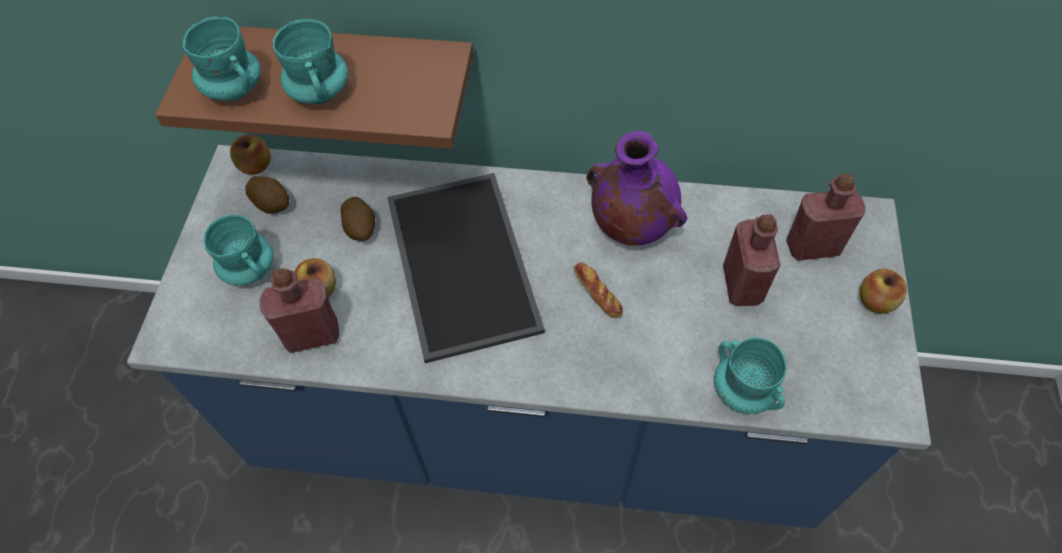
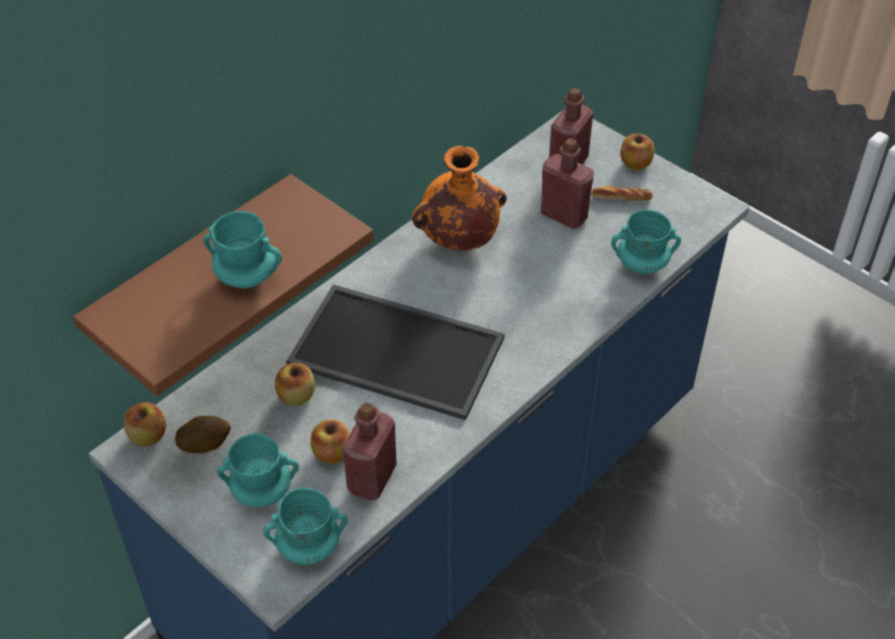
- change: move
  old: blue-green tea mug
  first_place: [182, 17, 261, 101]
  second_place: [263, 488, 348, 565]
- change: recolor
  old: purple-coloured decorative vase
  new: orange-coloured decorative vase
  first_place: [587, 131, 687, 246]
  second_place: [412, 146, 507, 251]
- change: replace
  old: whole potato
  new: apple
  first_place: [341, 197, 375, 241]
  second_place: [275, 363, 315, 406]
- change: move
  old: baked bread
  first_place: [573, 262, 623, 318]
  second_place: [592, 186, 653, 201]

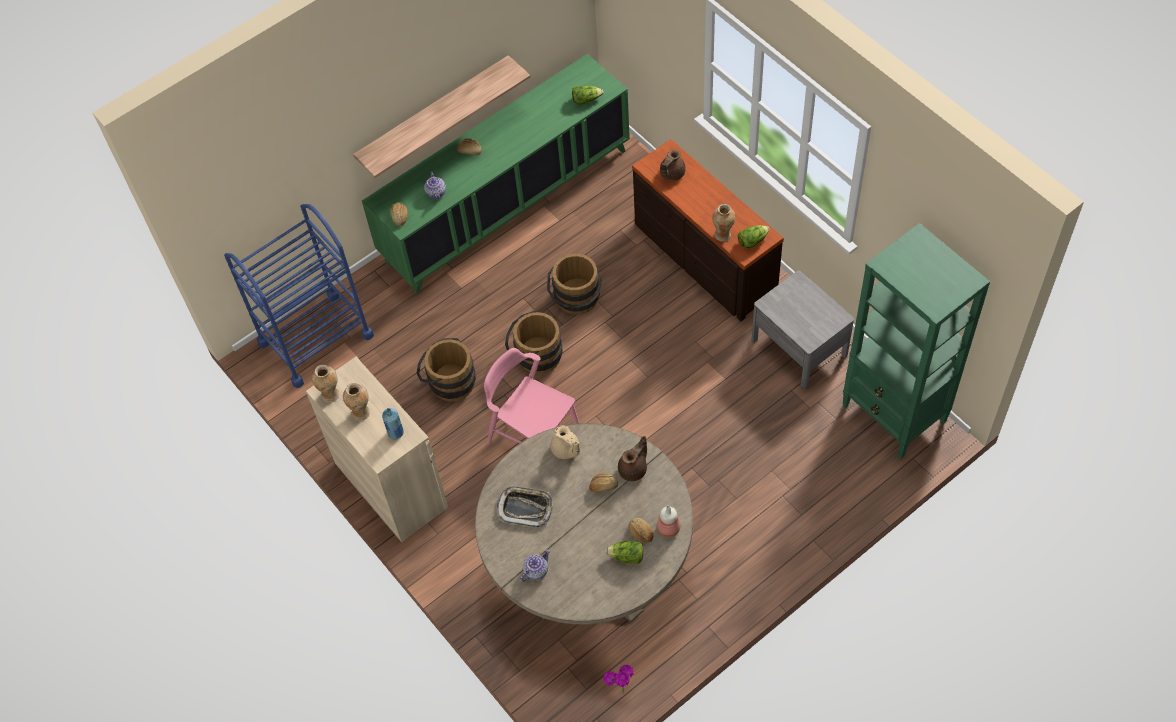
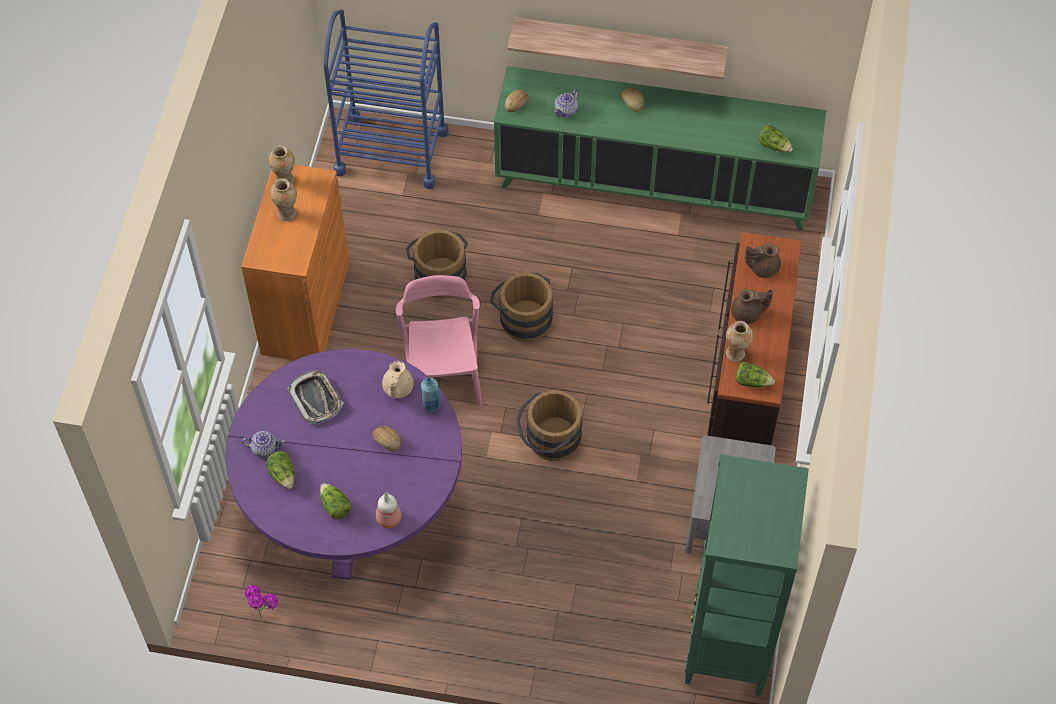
- change: move
  old: brownish water bucket
  first_place: [547, 254, 602, 315]
  second_place: [516, 390, 583, 461]
- change: recolor
  old: beige-coloured cupboard
  new: orange-coloured cupboard
  first_place: [306, 357, 449, 542]
  second_place: [241, 165, 349, 360]
- change: move
  old: bluish bottle
  first_place: [382, 408, 404, 439]
  second_place: [421, 377, 440, 412]
- change: recolor
  old: beige-coloured dining table
  new: purple-coloured dining table
  first_place: [475, 423, 693, 625]
  second_place: [226, 349, 462, 580]
- change: move
  old: brownish tea pot
  first_place: [618, 436, 647, 481]
  second_place: [731, 289, 773, 324]
- change: delete
  old: baked bread
  first_place: [628, 518, 653, 543]
- change: insert
  new: head of lettuce
  second_place: [266, 451, 294, 489]

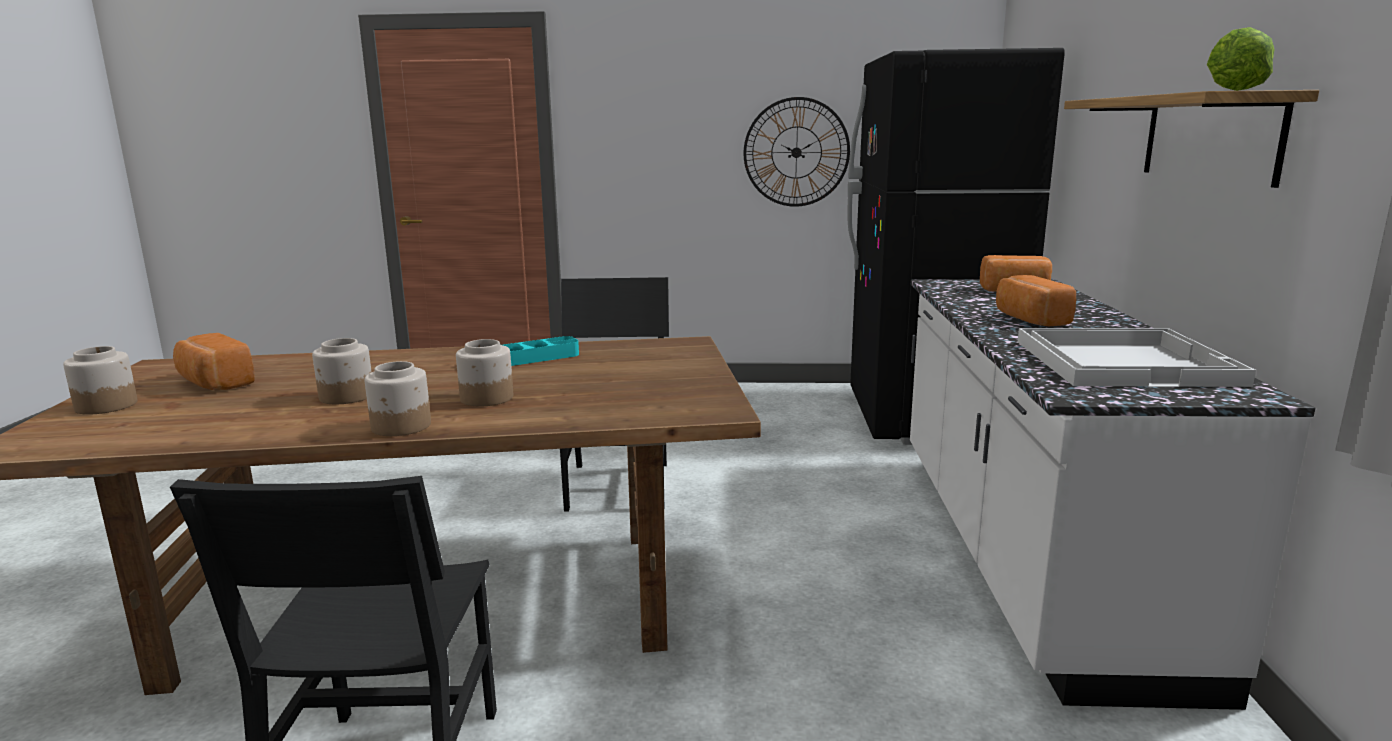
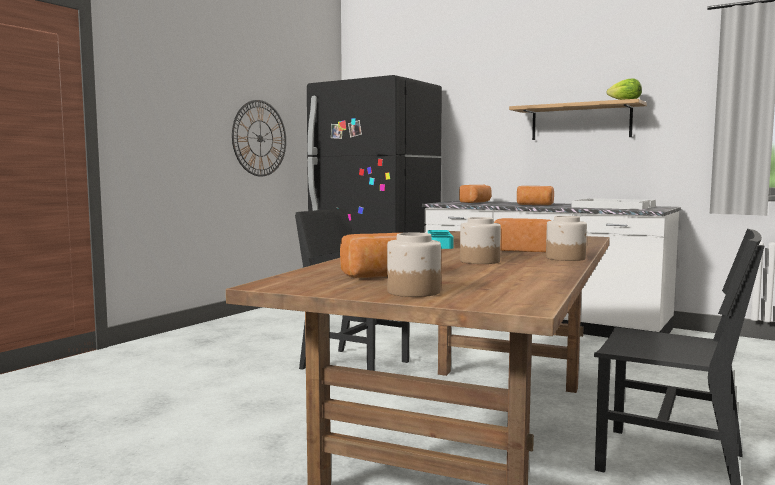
- change: replace
  old: storage jar
  new: baked bread
  first_place: [456, 339, 513, 406]
  second_place: [494, 218, 552, 252]

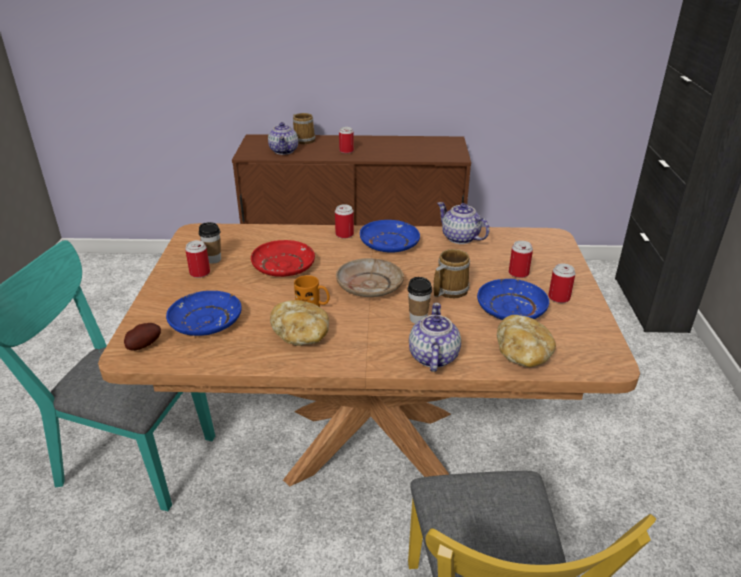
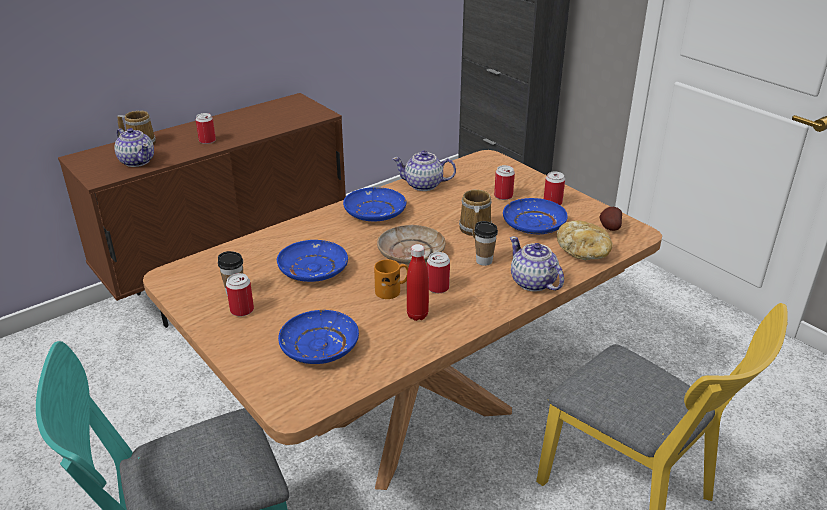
- change: move
  old: metal can
  first_place: [335, 204, 354, 238]
  second_place: [427, 252, 450, 293]
- change: recolor
  old: red plate
  new: bluish plate
  first_place: [251, 240, 315, 277]
  second_place: [277, 240, 348, 282]
- change: replace
  old: baked bread
  new: red bottle
  first_place: [270, 300, 329, 346]
  second_place: [407, 244, 429, 321]
- change: move
  old: whole potato
  first_place: [124, 323, 161, 351]
  second_place: [599, 207, 622, 231]

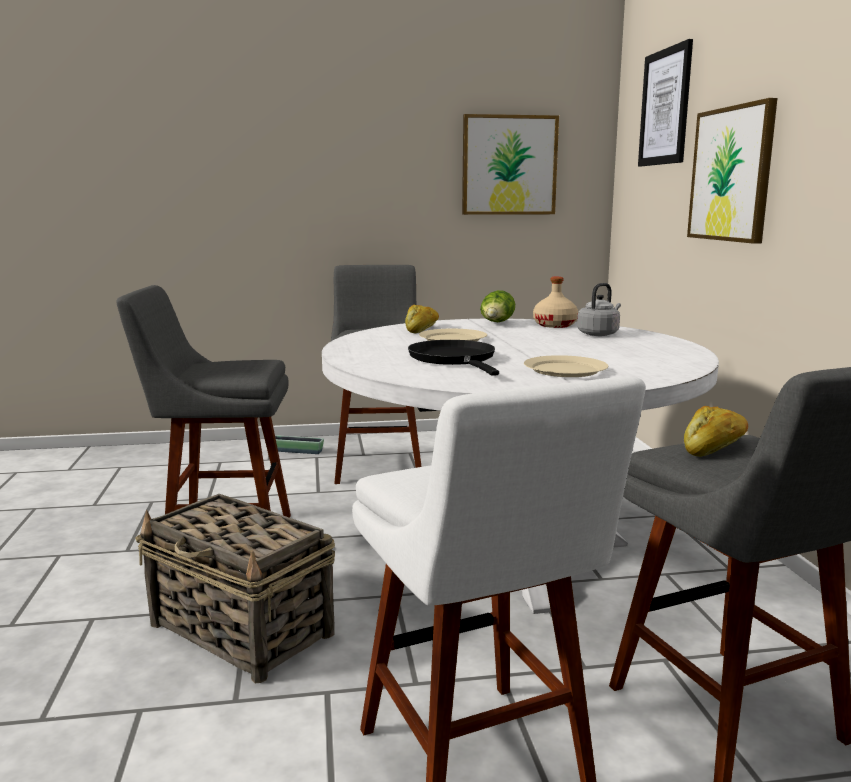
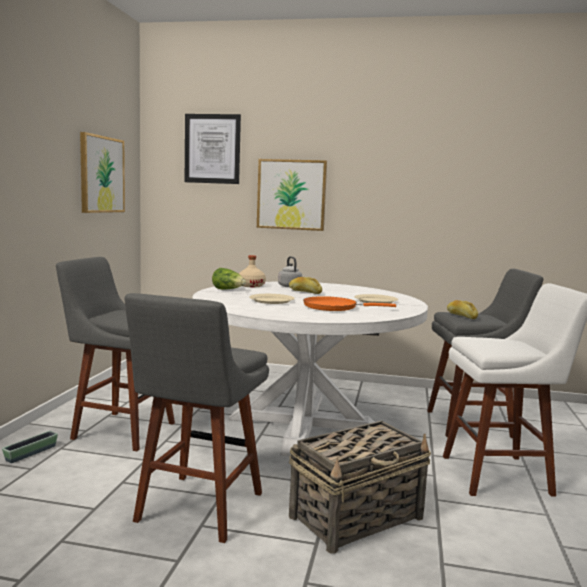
- change: move
  old: baked bread
  first_place: [405, 305, 439, 333]
  second_place: [289, 277, 322, 294]
- change: recolor
  old: black frying pan
  new: orange-coloured frying pan
  first_place: [408, 340, 499, 376]
  second_place: [303, 296, 396, 311]

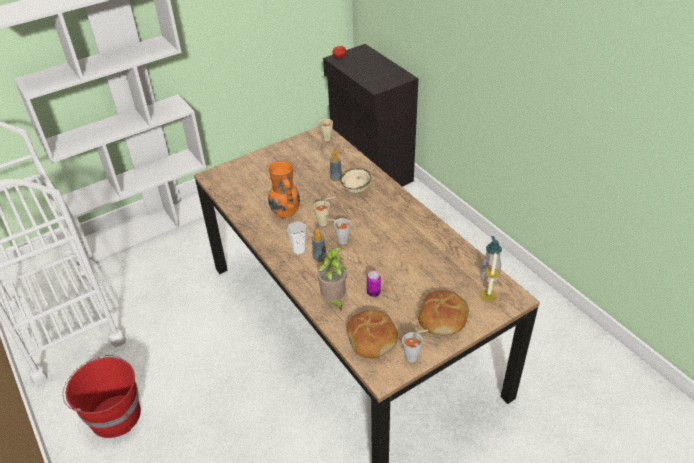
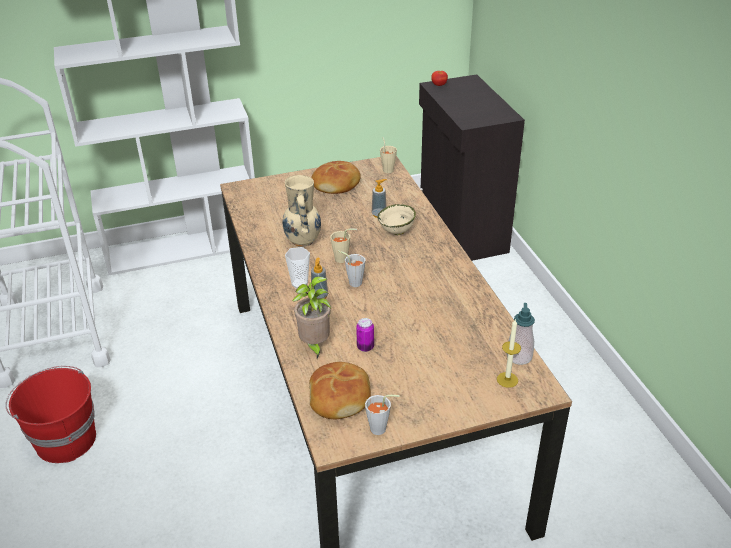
- change: recolor
  old: orange-coloured decorative vase
  new: beige-coloured decorative vase
  first_place: [268, 161, 300, 218]
  second_place: [283, 175, 321, 247]
- change: move
  old: baked bread
  first_place: [418, 291, 469, 335]
  second_place: [311, 161, 361, 194]

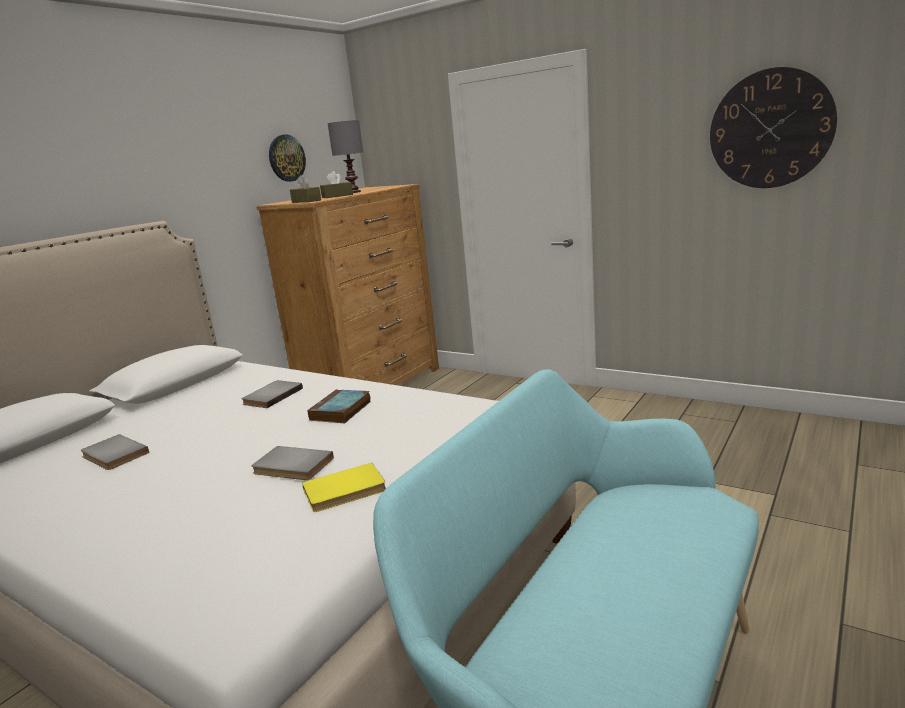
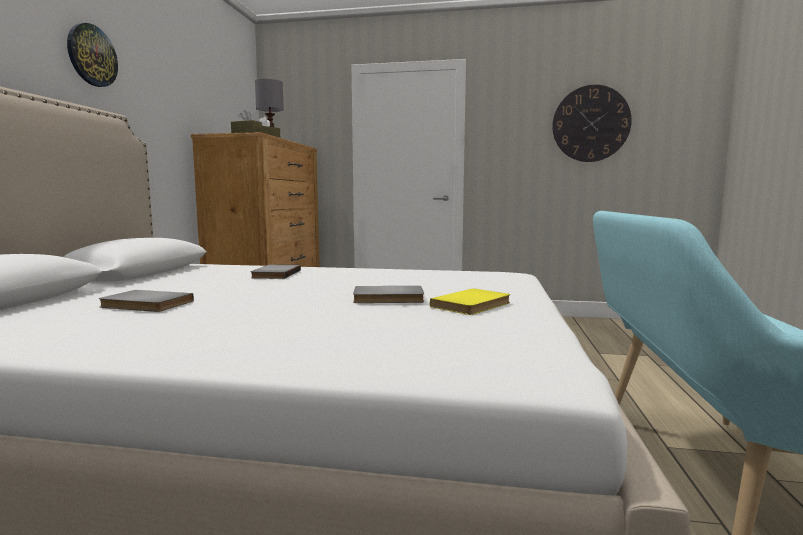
- change: move
  old: wall clock
  first_place: [269, 134, 306, 182]
  second_place: [67, 23, 118, 87]
- change: delete
  old: volume
  first_place: [307, 389, 371, 423]

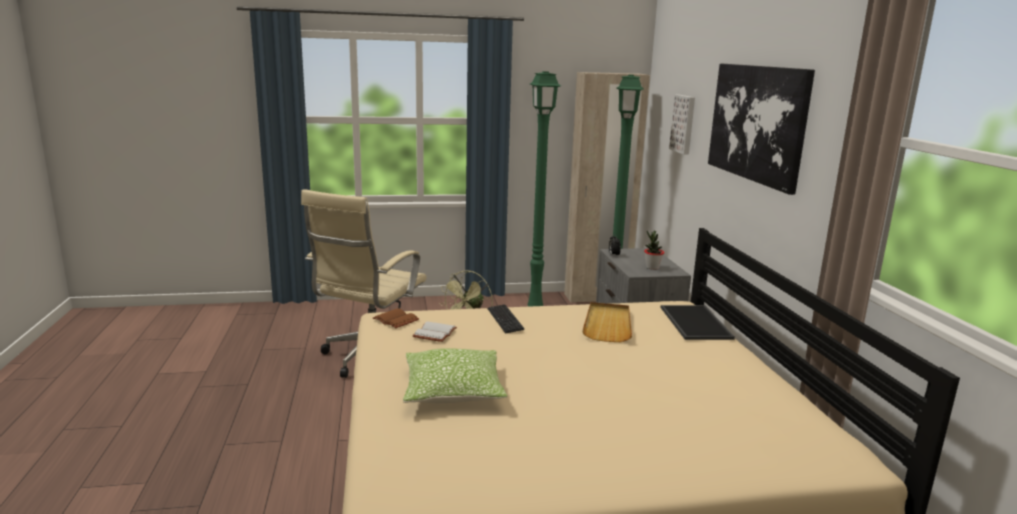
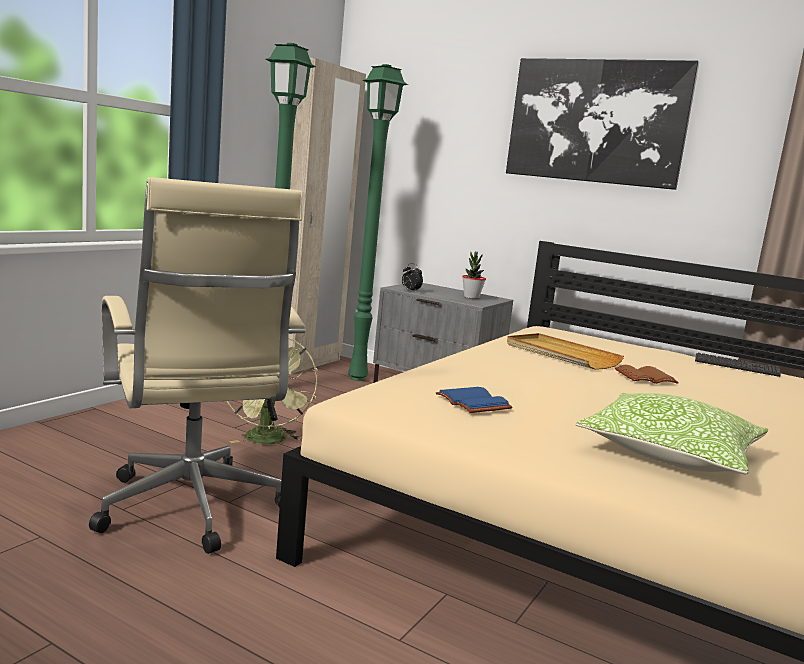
- change: delete
  old: wall picture
  first_place: [669, 95, 695, 155]
- change: move
  old: keyboard
  first_place: [488, 304, 524, 333]
  second_place: [695, 353, 781, 377]
- change: delete
  old: carrying tray
  first_place: [661, 305, 735, 340]
- change: move
  old: brownish volume
  first_place: [373, 308, 419, 328]
  second_place: [615, 365, 679, 384]
- change: recolor
  old: white-coloured volume
  new: bluish volume
  first_place: [413, 321, 457, 342]
  second_place: [436, 387, 512, 413]

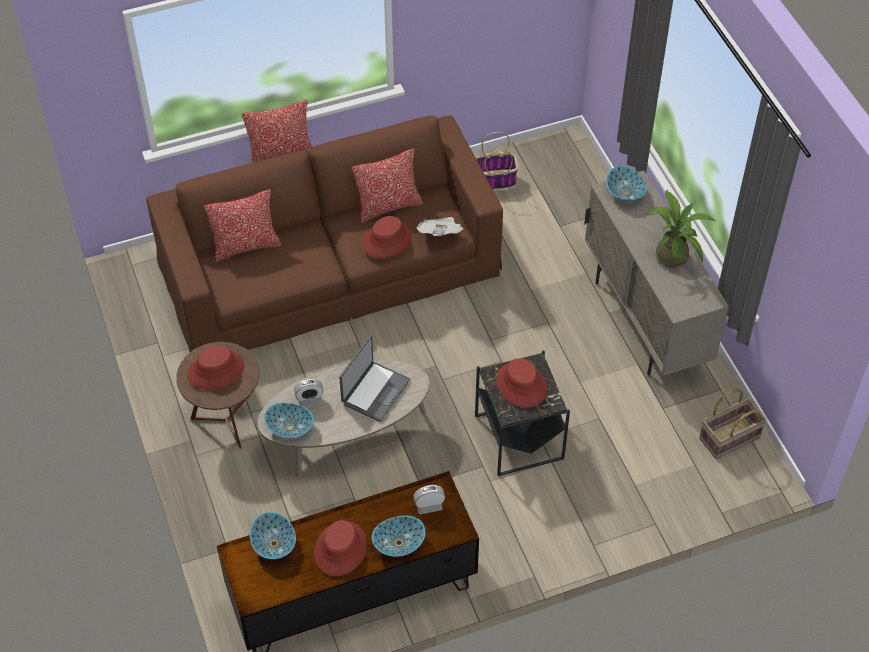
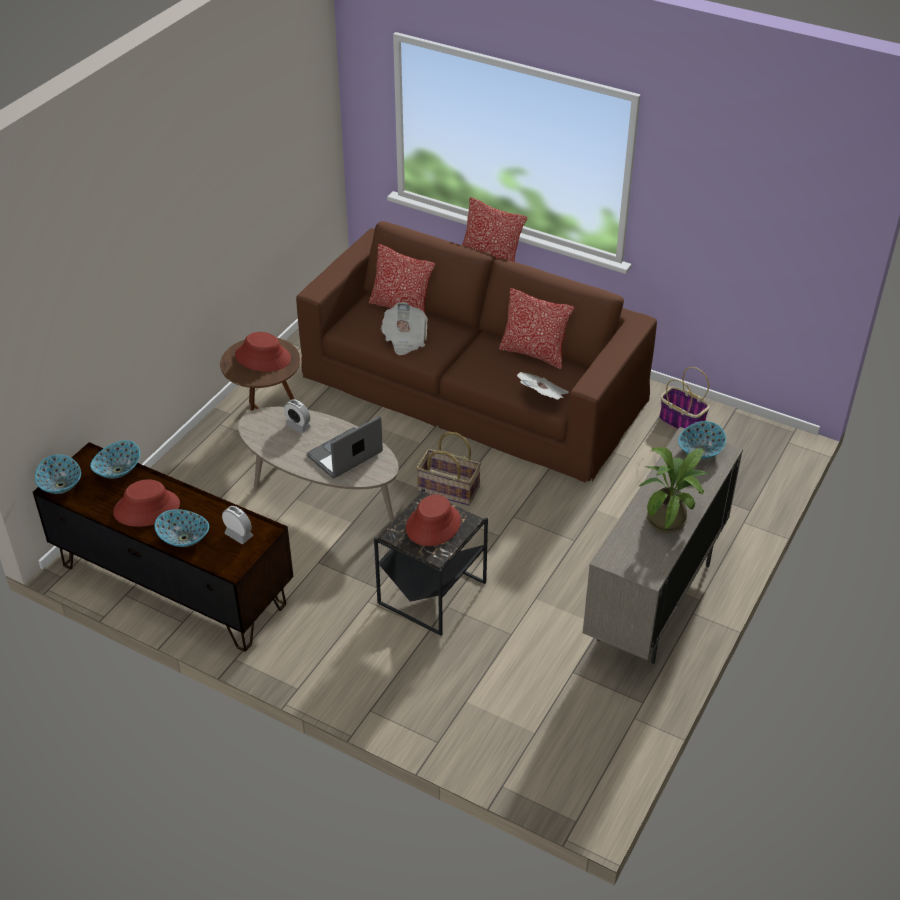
- change: delete
  old: red wearable hat
  first_place: [362, 216, 412, 258]
- change: rotate
  old: laptop
  first_place: [339, 335, 410, 422]
  second_place: [307, 416, 383, 479]
  degrees: 150
- change: move
  old: storage basket
  first_place: [699, 389, 767, 459]
  second_place: [416, 432, 481, 506]
- change: move
  old: serving bowl
  first_place: [264, 402, 314, 438]
  second_place: [35, 454, 81, 494]
- change: insert
  new: daily paper
  second_place: [381, 302, 428, 355]

